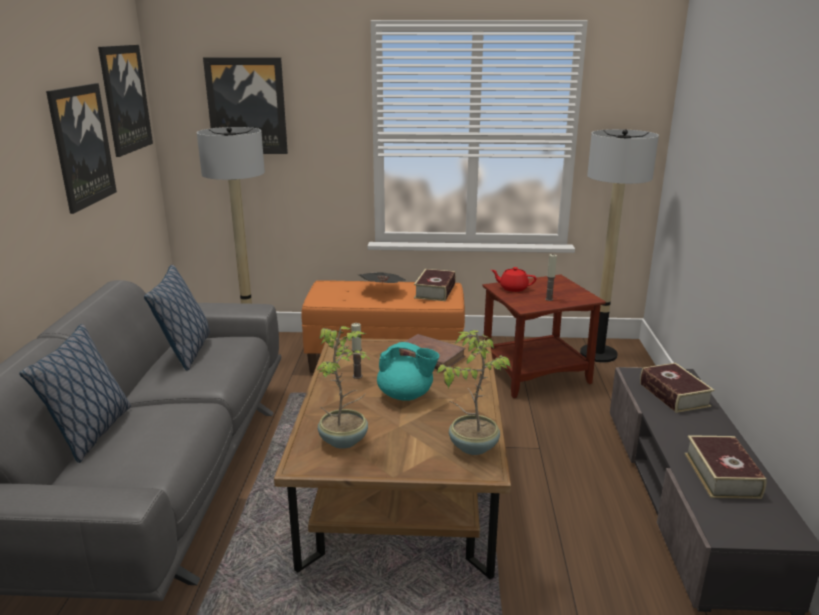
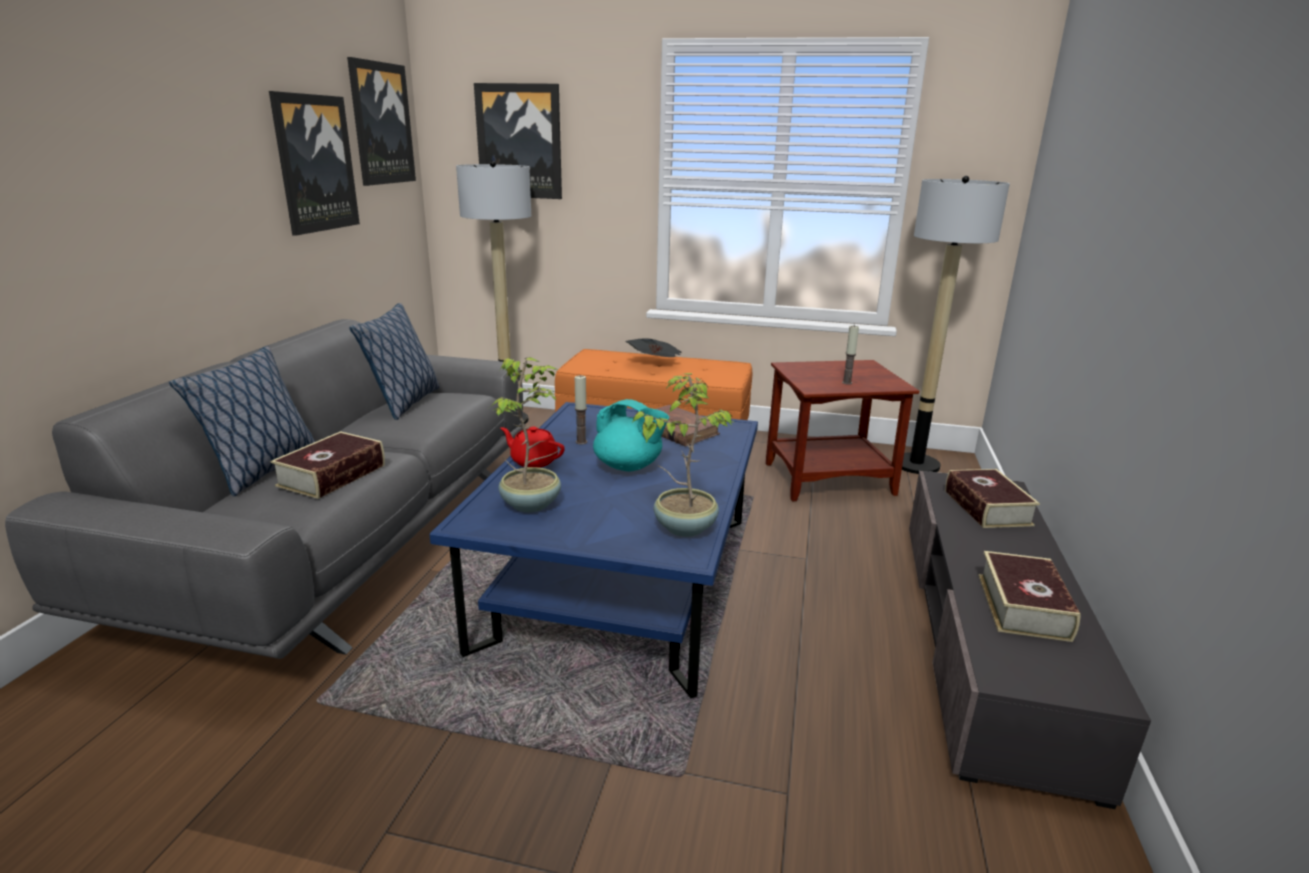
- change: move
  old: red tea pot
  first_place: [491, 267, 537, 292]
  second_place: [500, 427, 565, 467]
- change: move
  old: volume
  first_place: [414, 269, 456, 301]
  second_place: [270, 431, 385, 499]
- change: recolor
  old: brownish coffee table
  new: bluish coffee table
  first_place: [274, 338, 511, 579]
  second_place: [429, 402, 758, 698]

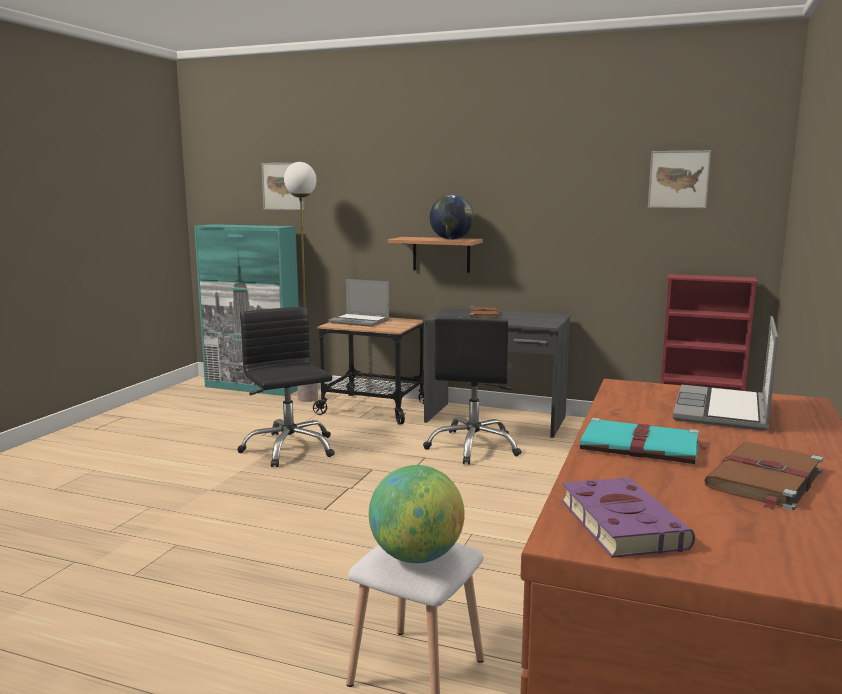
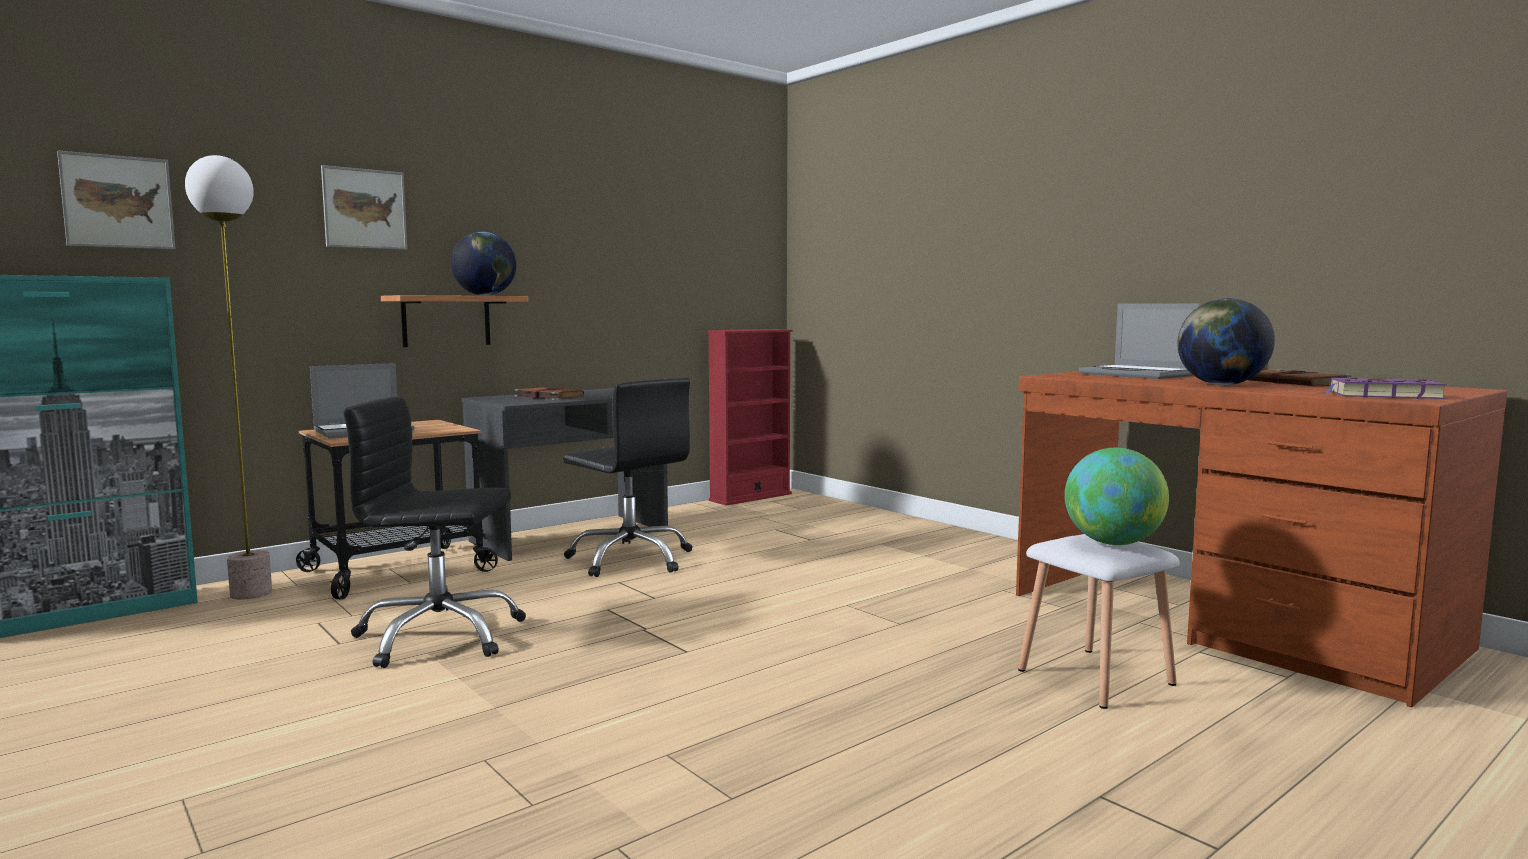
- change: move
  old: wall picture
  first_place: [648, 150, 711, 208]
  second_place: [321, 165, 407, 250]
- change: replace
  old: blue-green volume
  new: globe
  first_place: [580, 418, 707, 464]
  second_place: [1177, 298, 1275, 385]

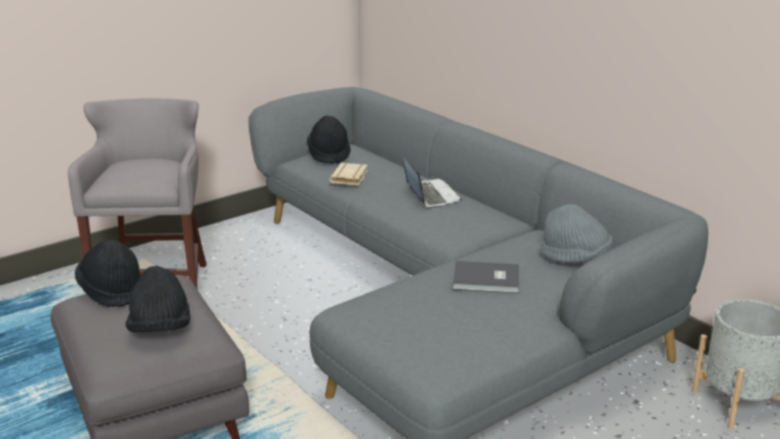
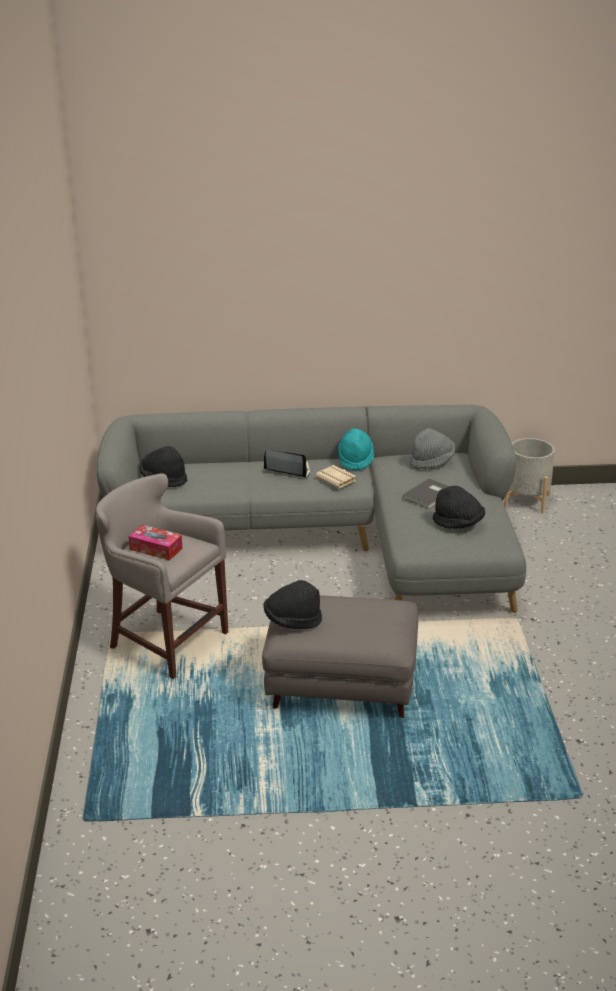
- change: move
  old: beige-coloured volume
  first_place: [329, 163, 368, 185]
  second_place: [316, 465, 356, 489]
- change: move
  old: black wearable hat
  first_place: [126, 266, 190, 333]
  second_place: [433, 486, 485, 529]
- change: insert
  new: blue-green wearable hat
  second_place: [338, 428, 374, 471]
- change: insert
  new: box of tissues
  second_place: [128, 525, 183, 561]

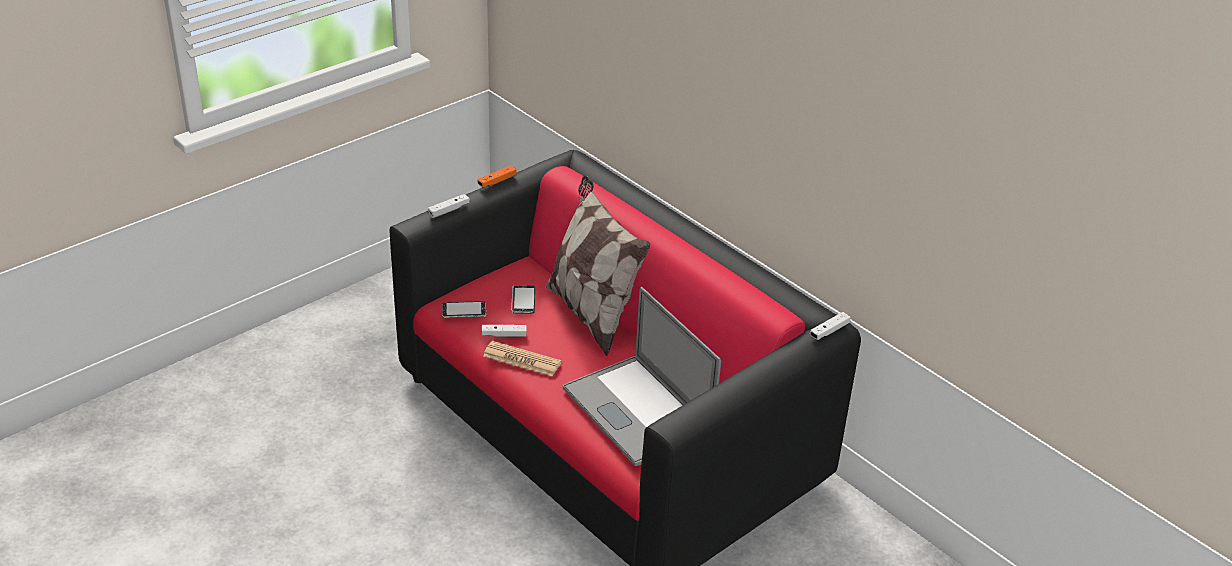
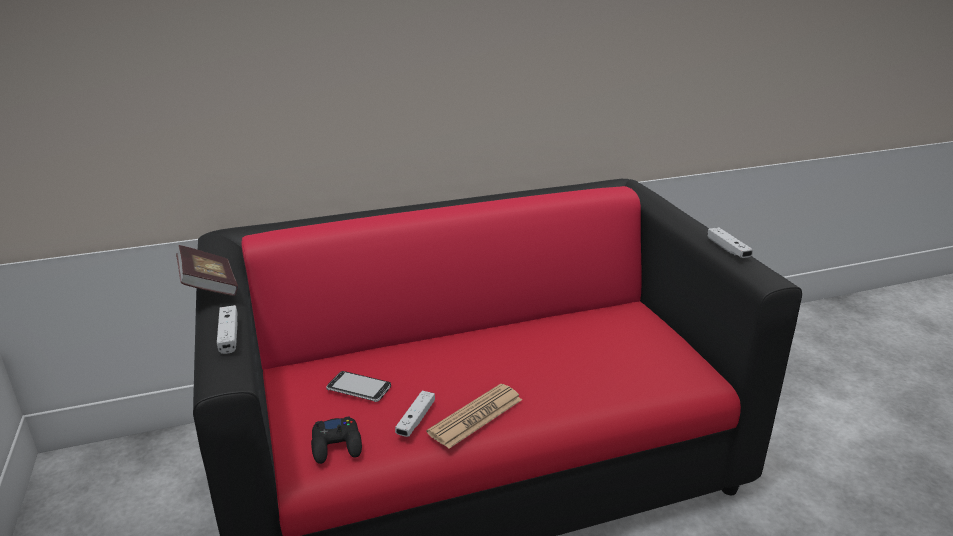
- change: replace
  old: orange-coloured gamepad
  new: volume
  first_place: [477, 165, 517, 187]
  second_place: [176, 245, 238, 296]
- change: delete
  old: cushion
  first_place: [546, 175, 650, 356]
- change: delete
  old: laptop
  first_place: [563, 287, 721, 466]
- change: replace
  old: phone
  new: black gamepad
  first_place: [442, 301, 486, 318]
  second_place: [311, 416, 362, 464]
- change: move
  old: white-coloured gamepad
  first_place: [810, 312, 851, 340]
  second_place: [707, 227, 753, 258]

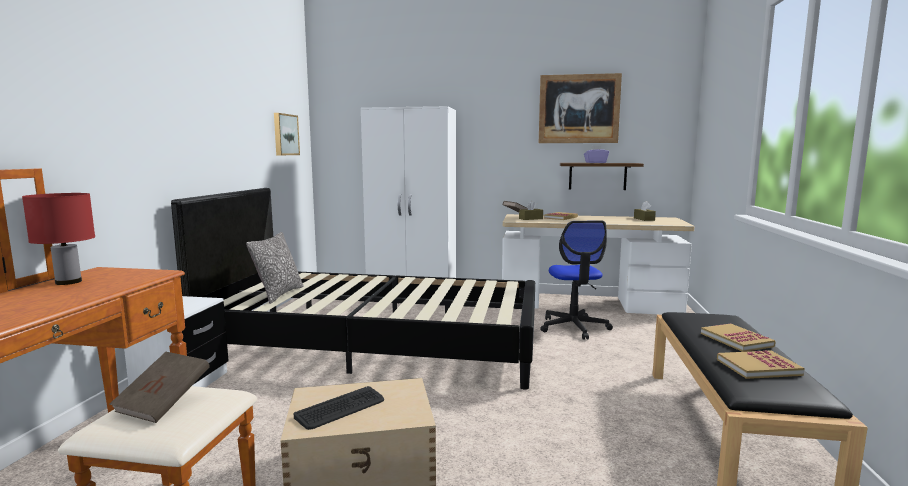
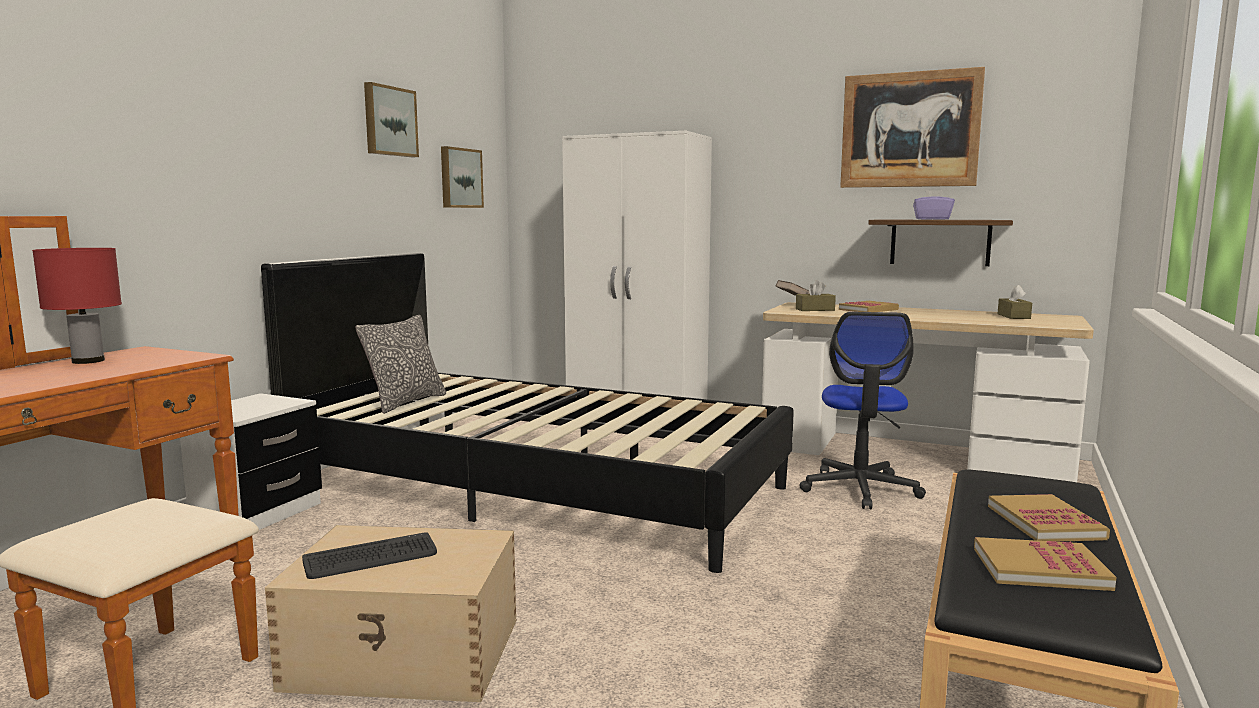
- change: delete
  old: brownish volume
  first_place: [109, 352, 210, 423]
- change: insert
  new: wall picture
  second_place: [364, 82, 419, 157]

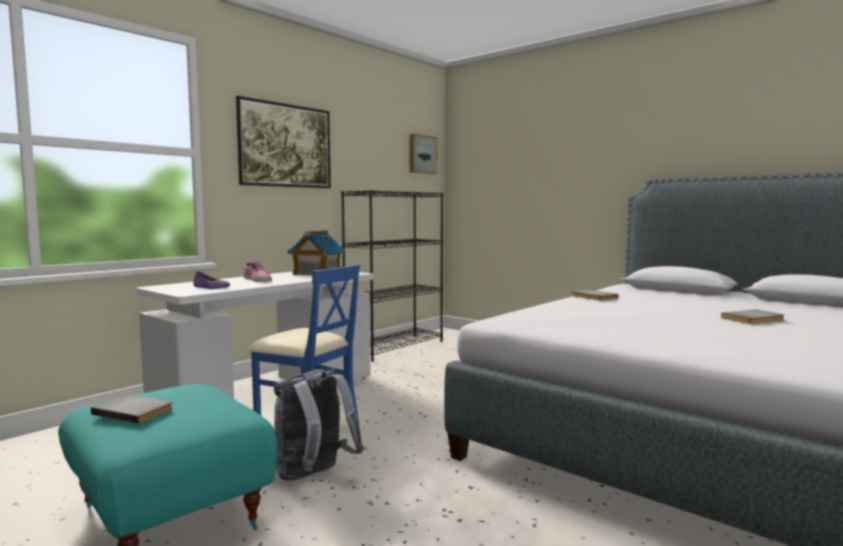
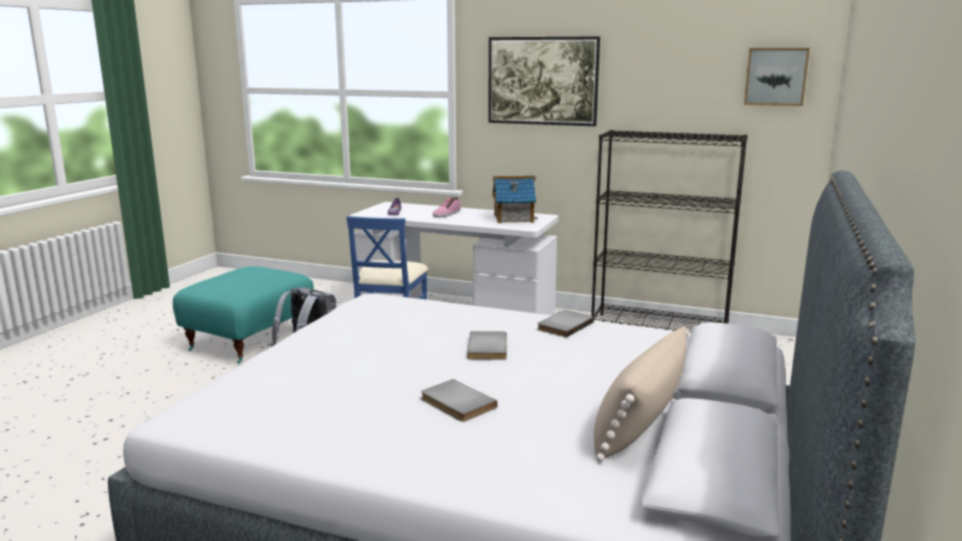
- change: move
  old: gray volume
  first_place: [91, 394, 173, 424]
  second_place: [467, 331, 507, 360]
- change: insert
  new: beige-coloured cushion
  second_place: [594, 326, 689, 462]

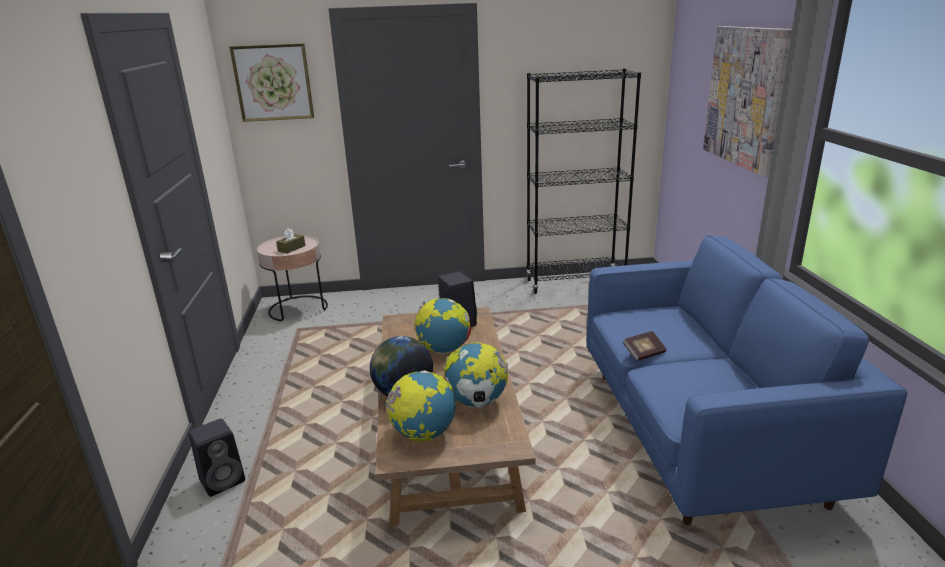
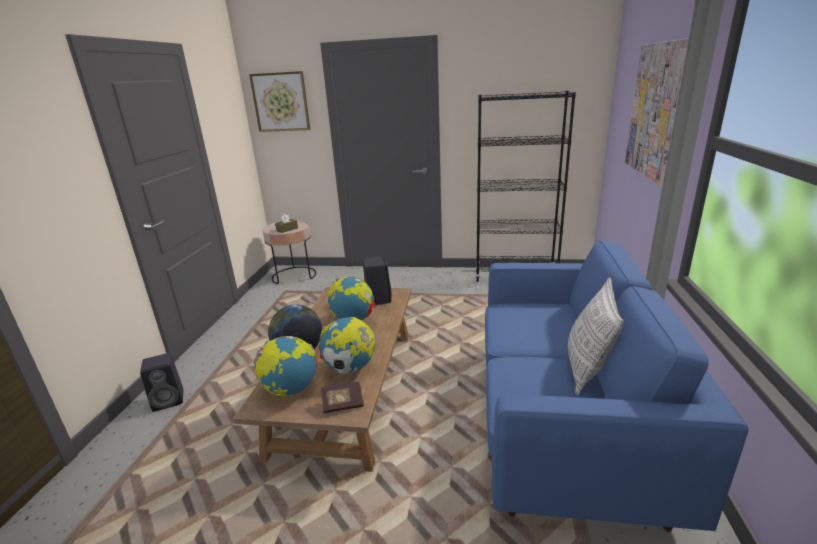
- change: move
  old: volume
  first_place: [623, 331, 667, 361]
  second_place: [320, 381, 364, 413]
- change: insert
  new: cushion
  second_place: [568, 278, 624, 395]

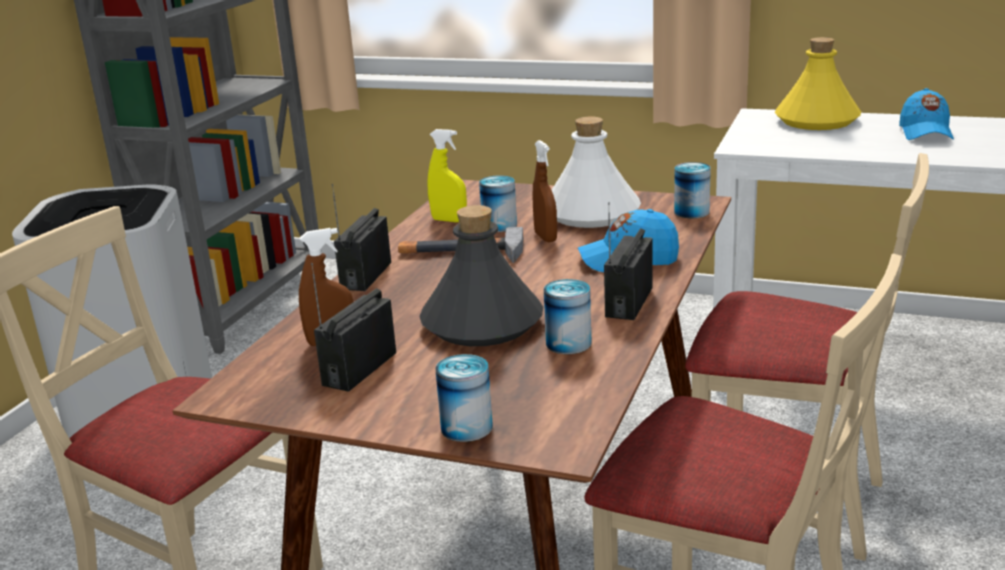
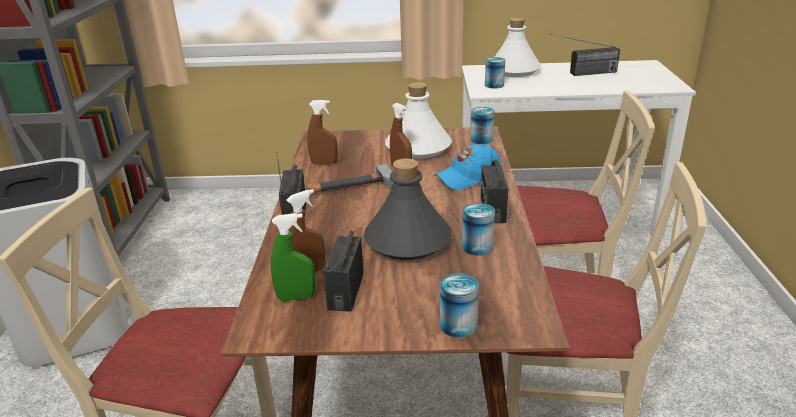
- change: recolor
  old: yellowish bottle
  new: white-coloured bottle
  first_place: [775, 37, 861, 130]
  second_place: [494, 18, 541, 77]
- change: replace
  old: bluish cap
  new: radio receiver
  first_place: [899, 88, 954, 140]
  second_place: [550, 34, 620, 76]
- change: recolor
  old: yellowish spray bottle
  new: brownish spray bottle
  first_place: [427, 129, 467, 223]
  second_place: [307, 100, 338, 165]
- change: move
  old: metal can
  first_place: [479, 175, 517, 232]
  second_place: [485, 57, 505, 88]
- change: insert
  new: greenish spray bottle
  second_place: [270, 213, 316, 301]

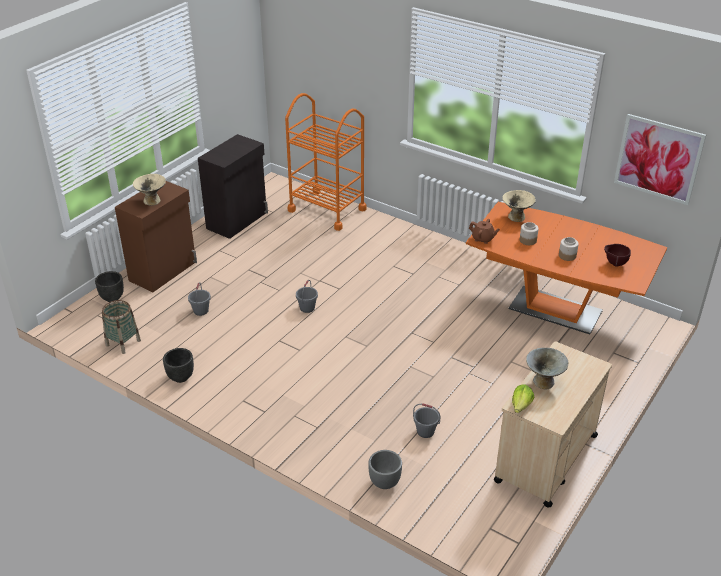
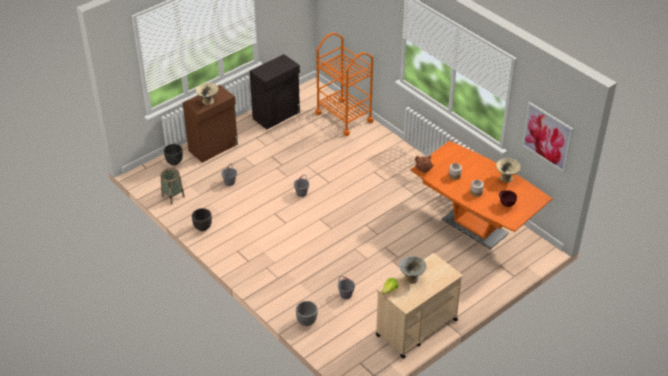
- change: move
  old: beige-coloured serving bowl
  first_place: [502, 190, 536, 222]
  second_place: [496, 158, 521, 183]

